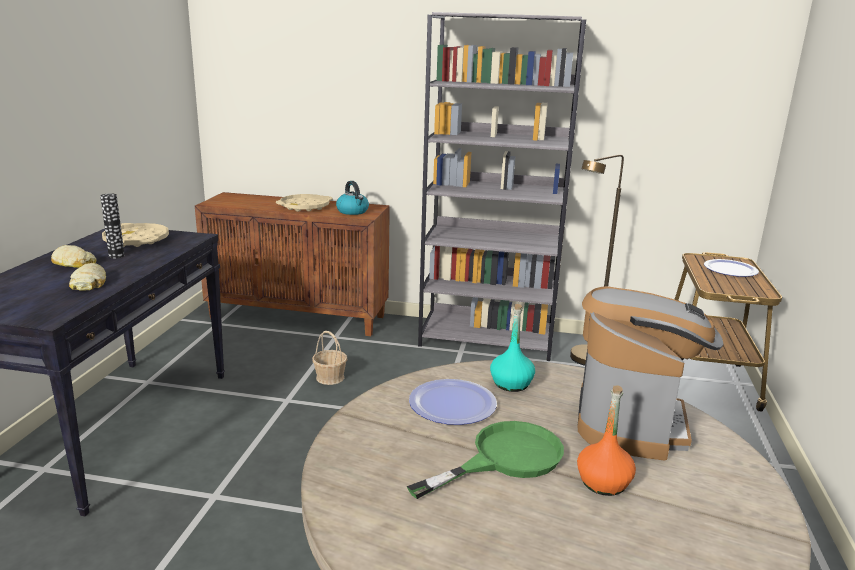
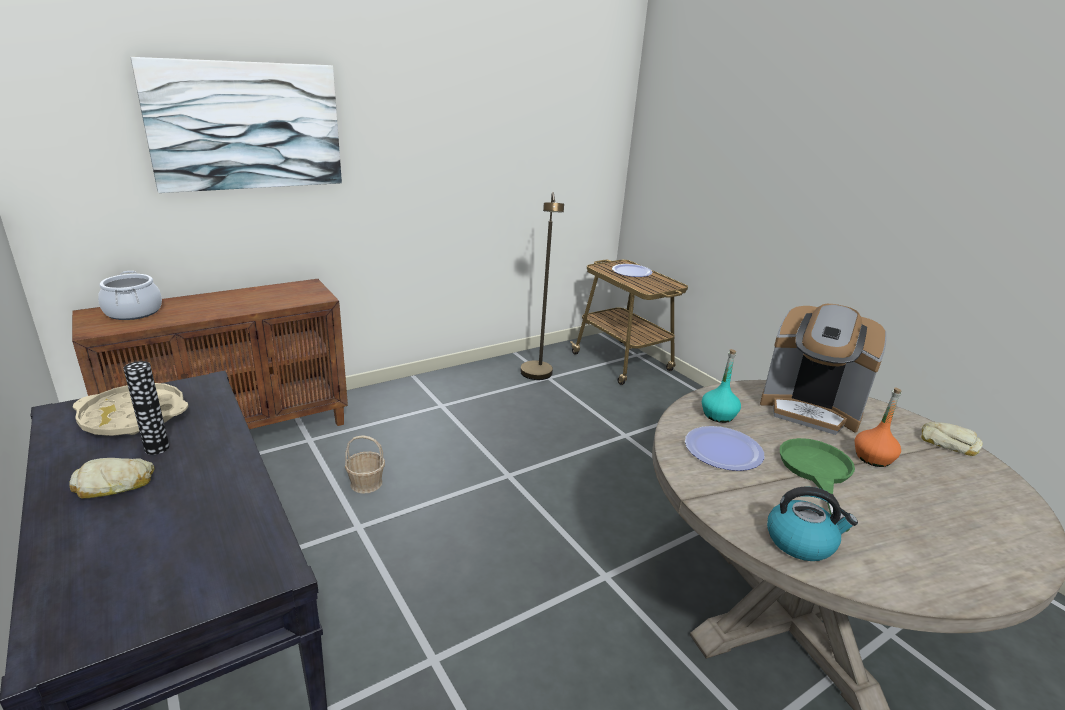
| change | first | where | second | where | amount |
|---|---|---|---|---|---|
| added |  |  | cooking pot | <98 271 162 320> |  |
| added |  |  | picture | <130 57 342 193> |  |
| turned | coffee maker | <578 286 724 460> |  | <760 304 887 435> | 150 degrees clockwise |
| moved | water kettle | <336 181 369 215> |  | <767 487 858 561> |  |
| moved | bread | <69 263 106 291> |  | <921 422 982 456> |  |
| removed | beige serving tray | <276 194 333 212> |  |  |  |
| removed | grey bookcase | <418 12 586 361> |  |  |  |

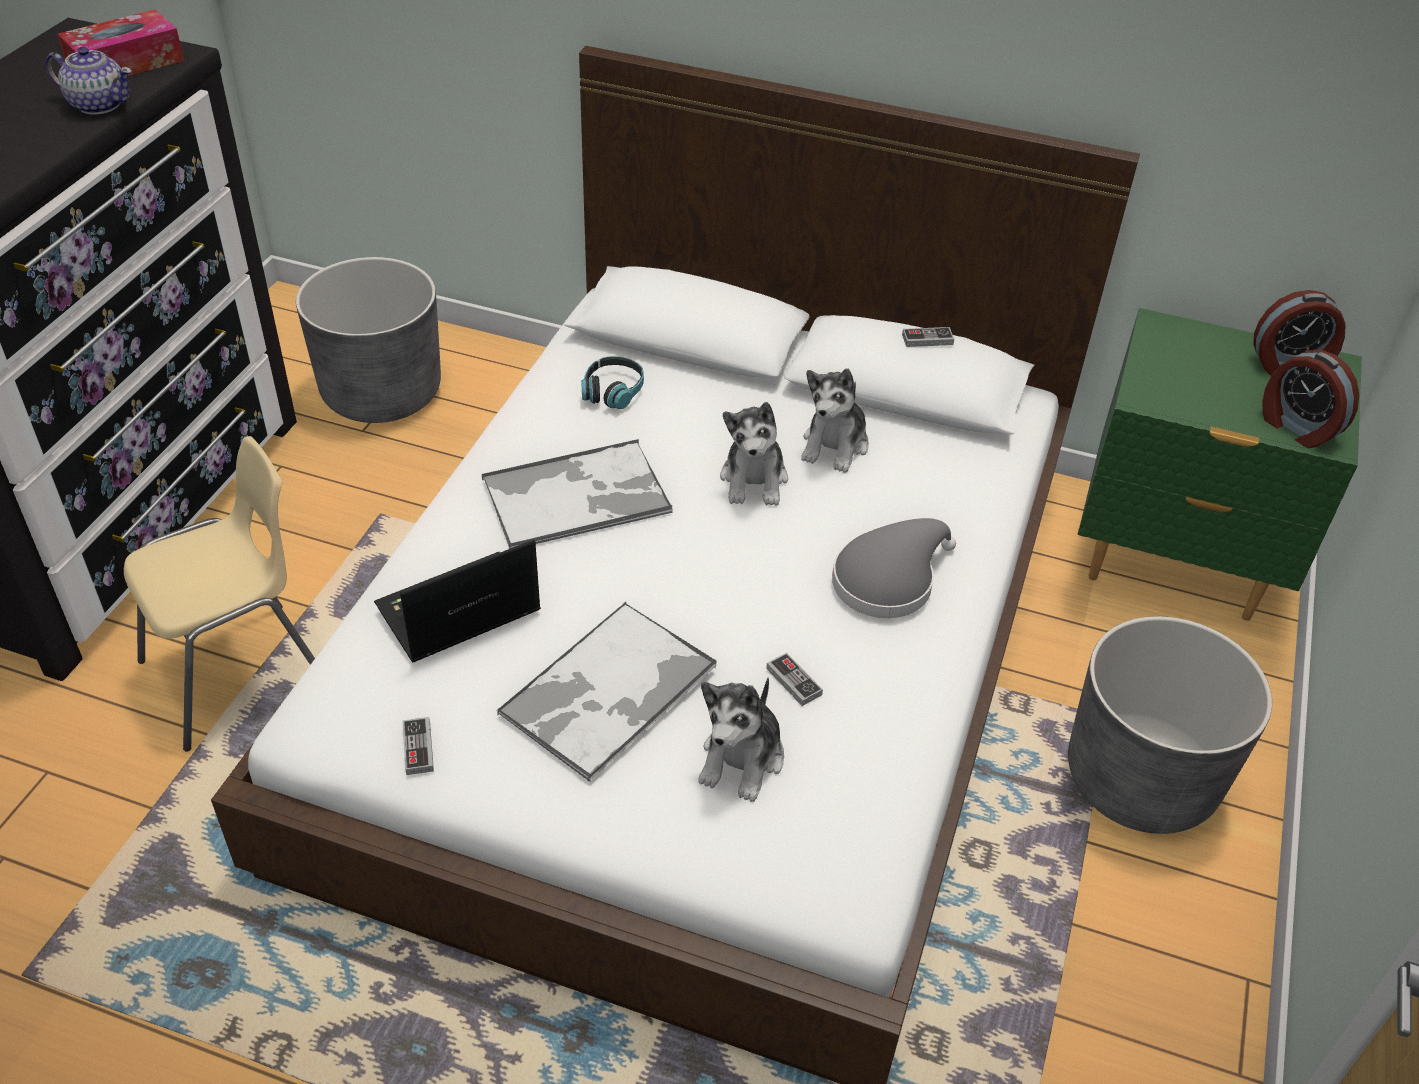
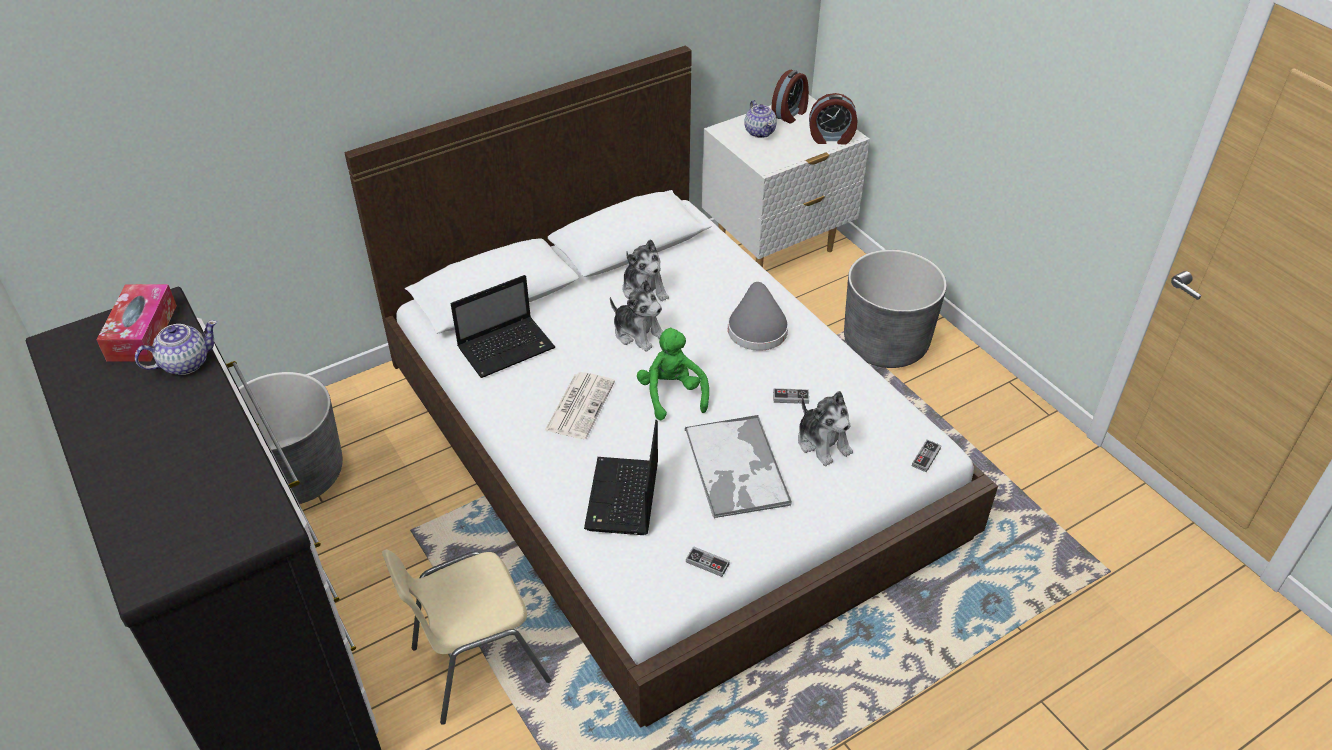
| change | first | where | second | where | amount |
|---|---|---|---|---|---|
| turned | beige plain chair | <124 436 315 752> |  | <382 549 551 725> | 120 degrees counterclockwise |
| replaced | pair of headphones | <581 356 644 409> | notebook computer | <451 275 555 378> |  |
| replaced | serving tray | <482 439 672 549> | daily paper | <544 372 615 439> |  |
| added |  |  | greenish plush toy | <637 327 709 420> |  |
| recoloured | greenish night table | <1078 308 1362 621> | whitish night table | <702 95 870 267> |  |
| added |  |  | teapot | <744 100 777 138> |  |
| moved | gamepad | <902 327 954 347> |  | <912 440 942 473> |  |

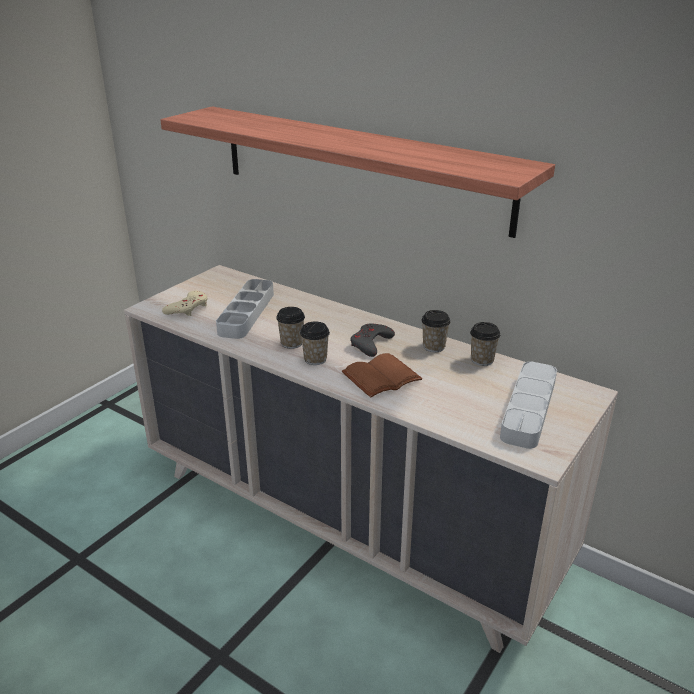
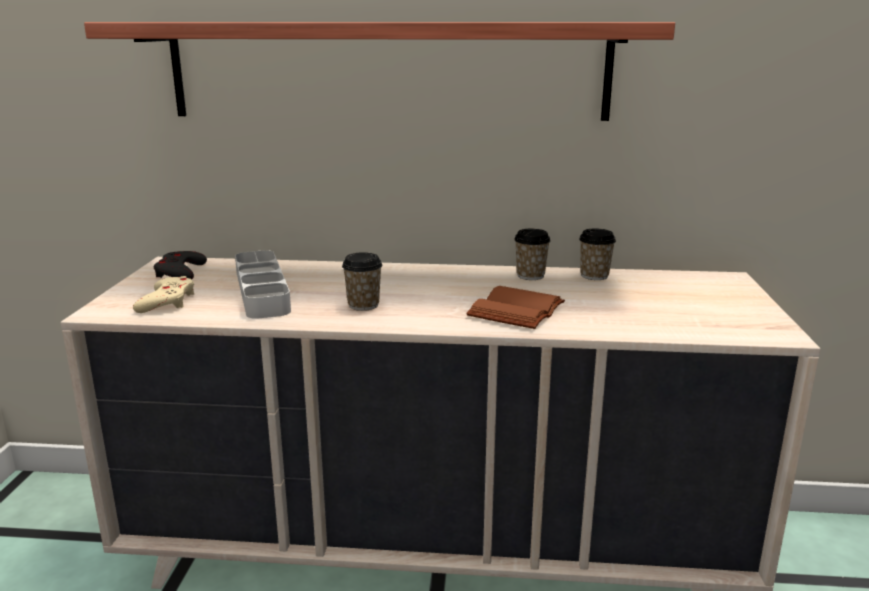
| change | first | where | second | where | amount |
|---|---|---|---|---|---|
| moved | grey gamepad | <350 324 395 357> |  | <154 251 207 279> |  |
| removed | cup | <300 321 330 365> |  |  |  |
| removed | grey serving tray | <500 361 557 449> |  |  |  |

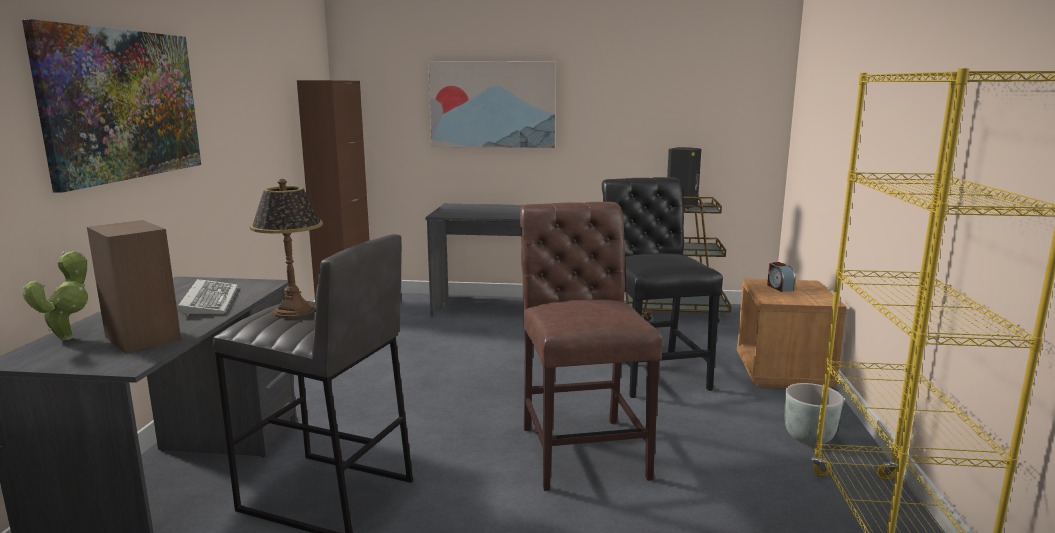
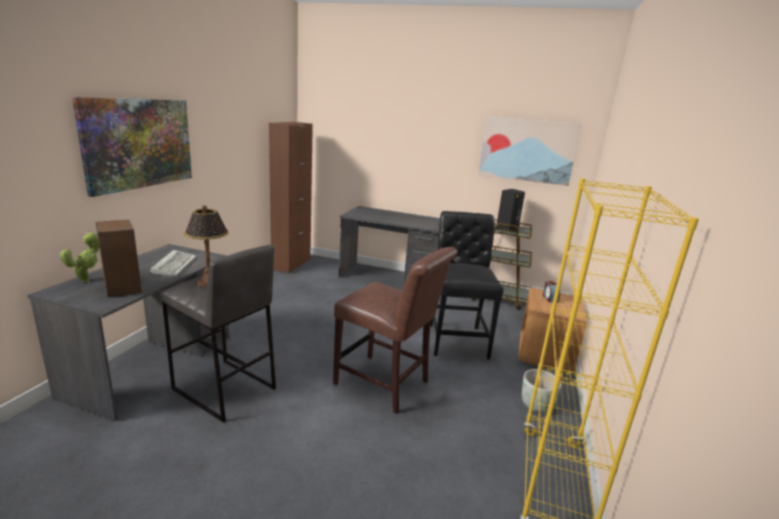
| change | first | where | second | where | amount |
|---|---|---|---|---|---|
| turned | brown-coloured plain chair | <520 202 663 491> |  | <333 247 457 414> | 120 degrees clockwise |
| moved | picture | <428 61 556 148> |  | <478 115 582 186> |  |

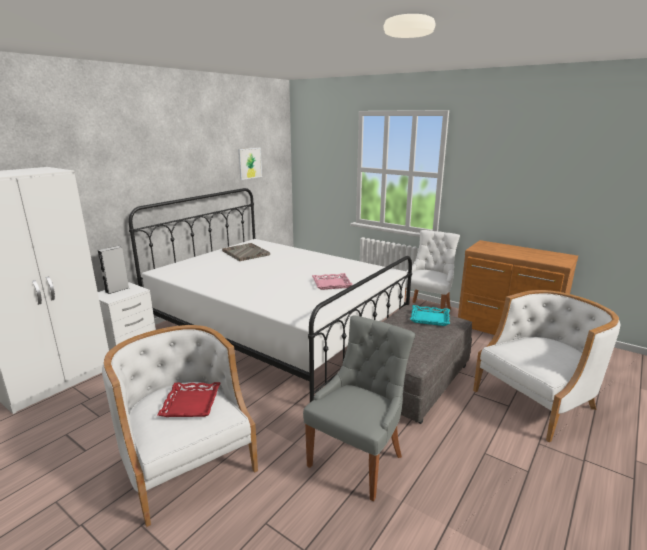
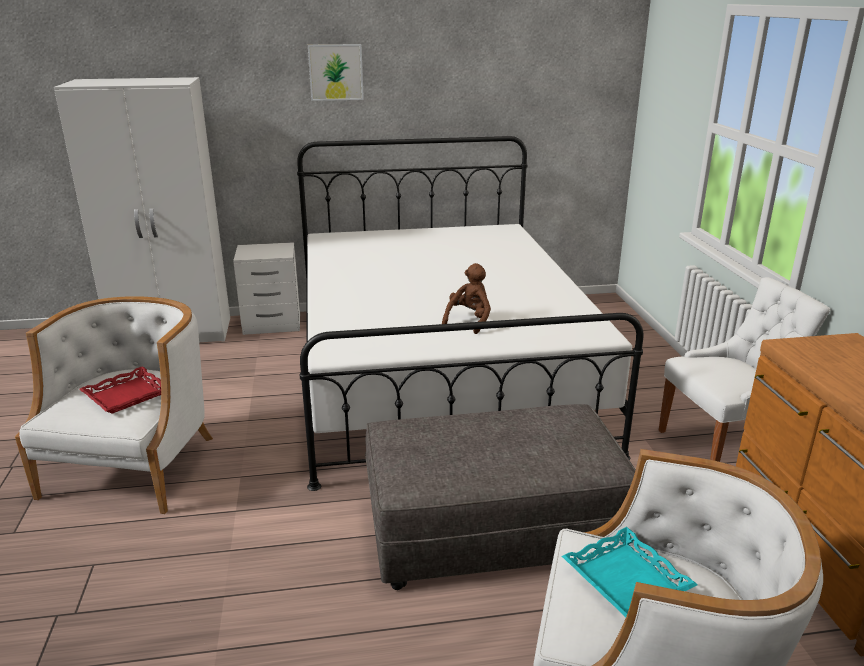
| change | first | where | second | where | amount |
|---|---|---|---|---|---|
| moved | picture | <238 148 262 180> |  | <308 44 364 101> |  |
| replaced | pink-coloured serving tray | <312 273 353 290> | brown-coloured plush toy | <442 263 491 334> |  |
| moved | turquoise serving tray | <410 305 450 326> |  | <562 527 698 617> |  |
| removed | grey speaker | <98 246 129 294> |  |  |  |
| removed | grey serving tray | <222 243 270 261> |  |  |  |
| removed | grey plain chair | <303 315 415 501> |  |  |  |

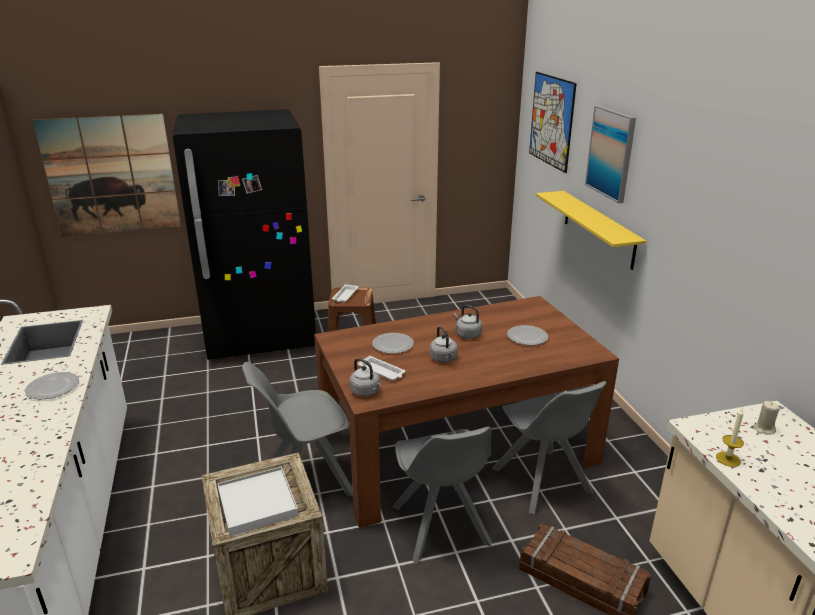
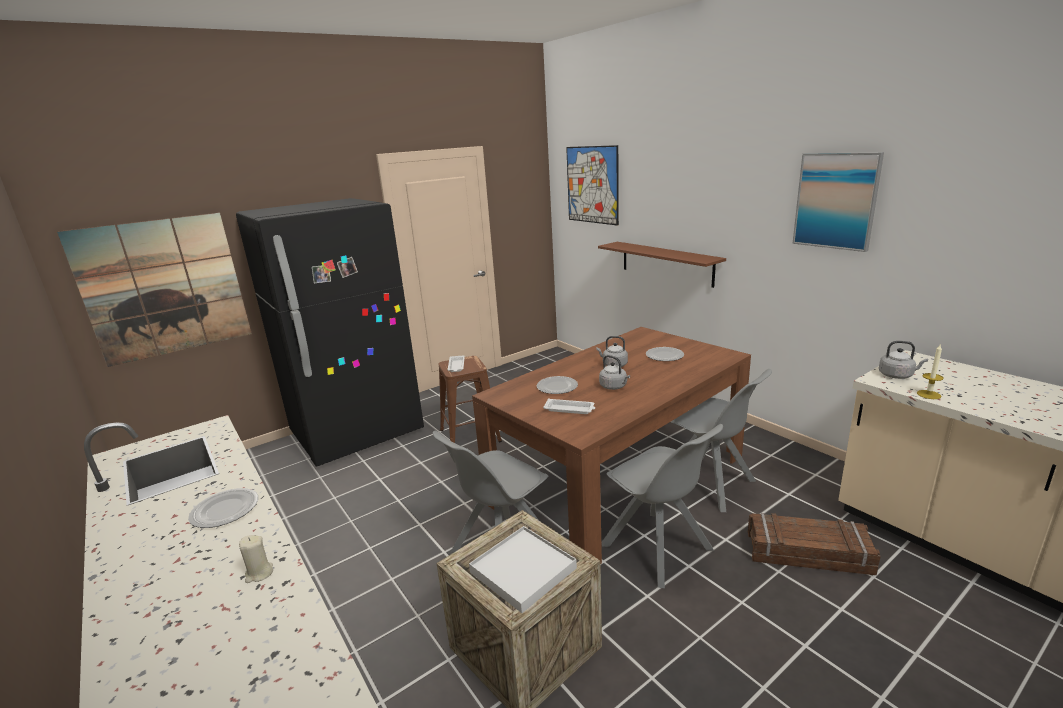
| change | first | where | second | where | amount |
|---|---|---|---|---|---|
| moved | beige wax light | <753 401 780 435> |  | <239 535 273 583> |  |
| recoloured | yellow wall shelf | <536 191 646 270> | brown-coloured wall shelf | <598 242 726 288> |  |
| moved | picture | <585 106 636 203> |  | <792 152 884 252> |  |
| moved | grey water kettle | <350 358 382 397> |  | <879 341 928 379> |  |

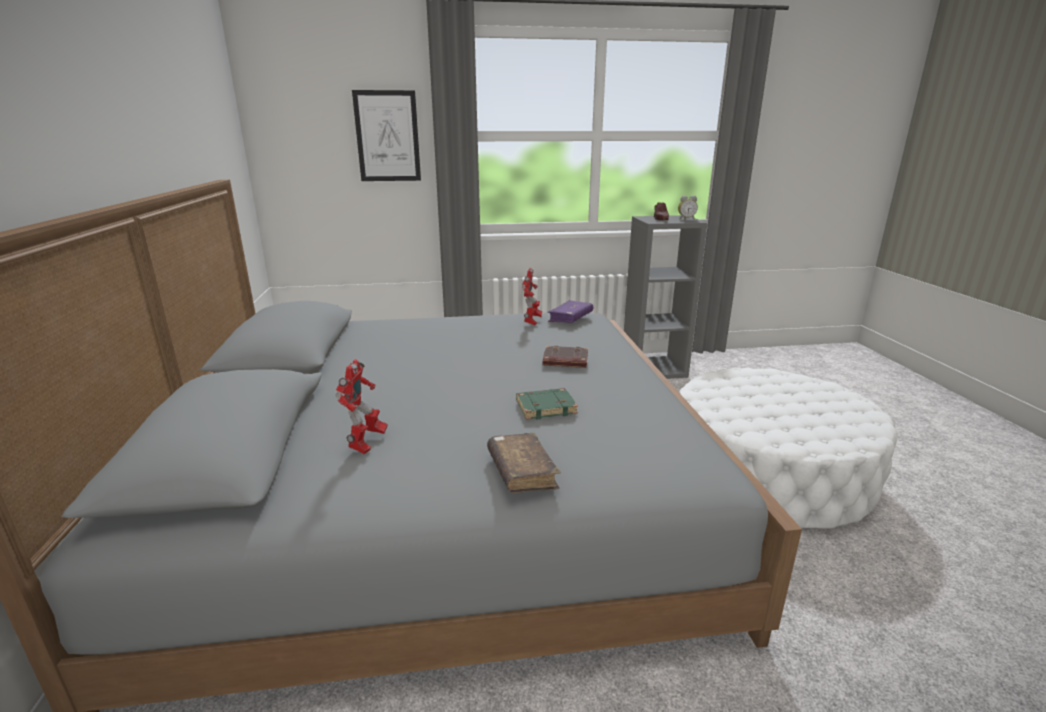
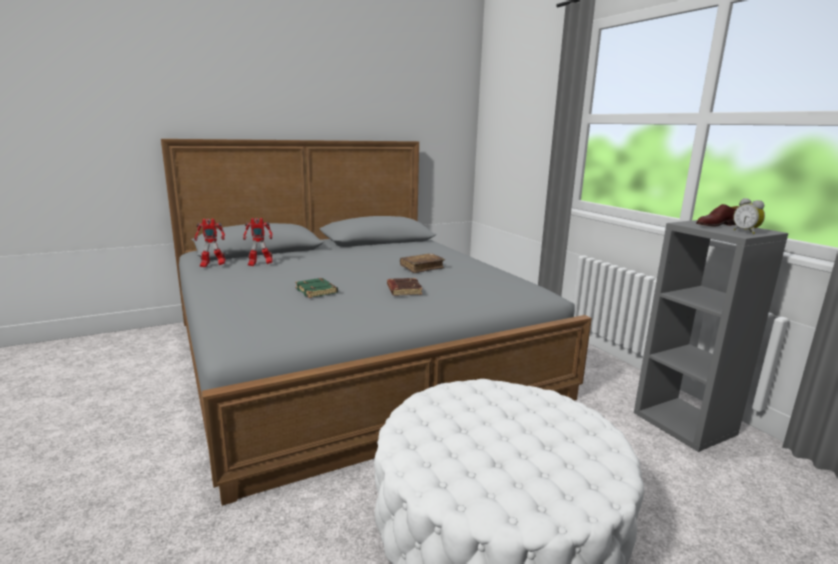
| change | first | where | second | where | amount |
|---|---|---|---|---|---|
| moved | toy robot | <522 268 542 325> |  | <194 219 225 268> |  |
| moved | brown-coloured book | <487 433 561 493> |  | <400 253 445 273> |  |
| removed | picture | <352 90 421 181> |  |  |  |
| removed | purplish book | <547 300 593 323> |  |  |  |

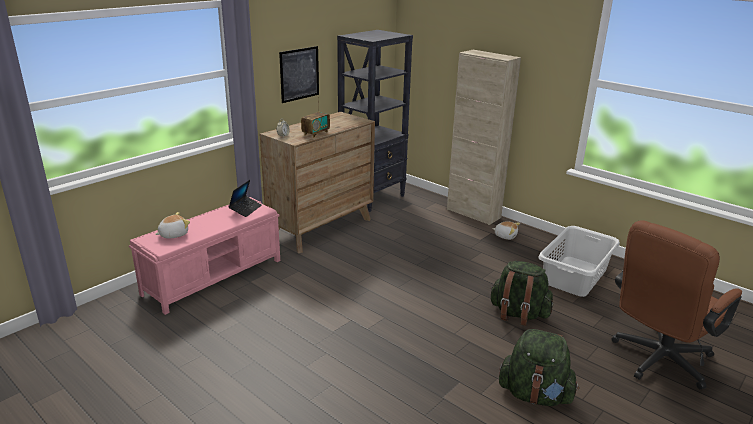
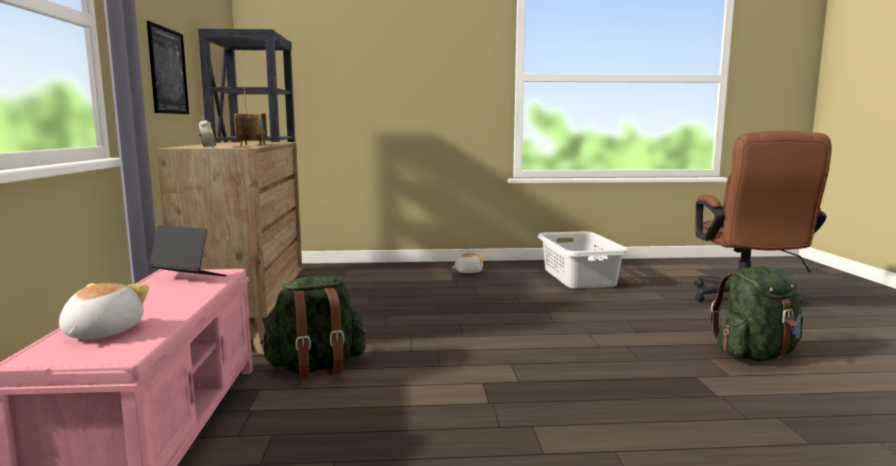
| change | first | where | second | where | amount |
|---|---|---|---|---|---|
| turned | notebook computer | <228 180 262 217> |  | <149 225 227 277> | 45 degrees counterclockwise |
| moved | greenish rucksack | <490 261 553 326> |  | <260 276 366 381> |  |
| removed | beige cabinet | <447 50 521 225> |  |  |  |

